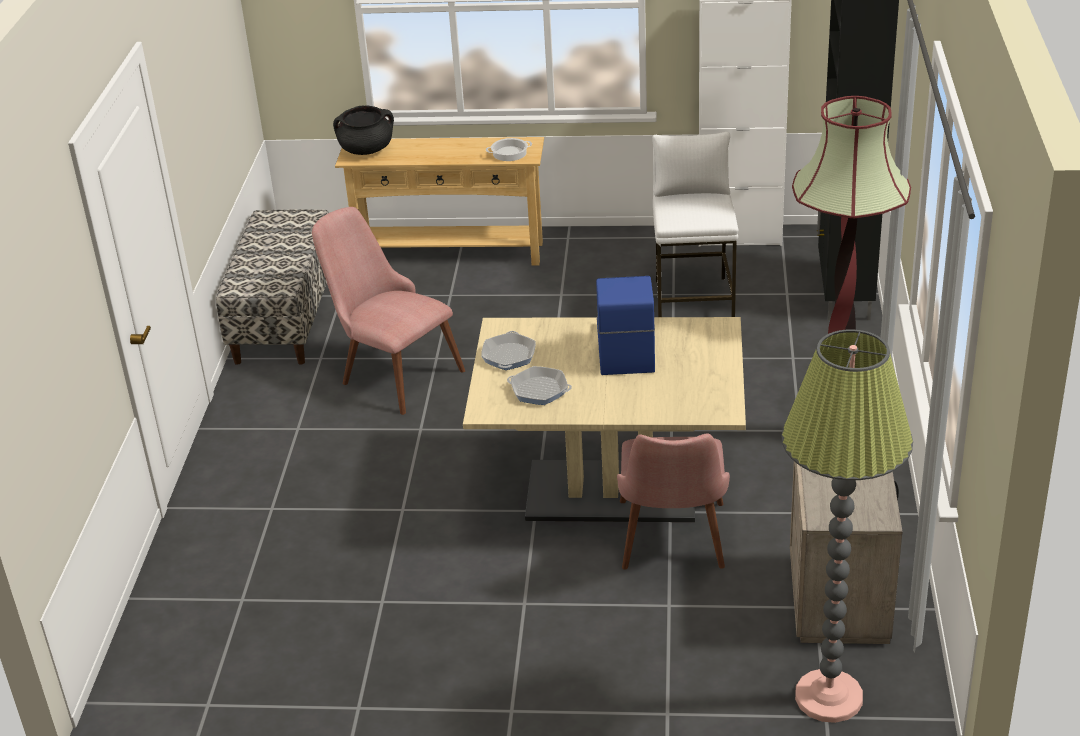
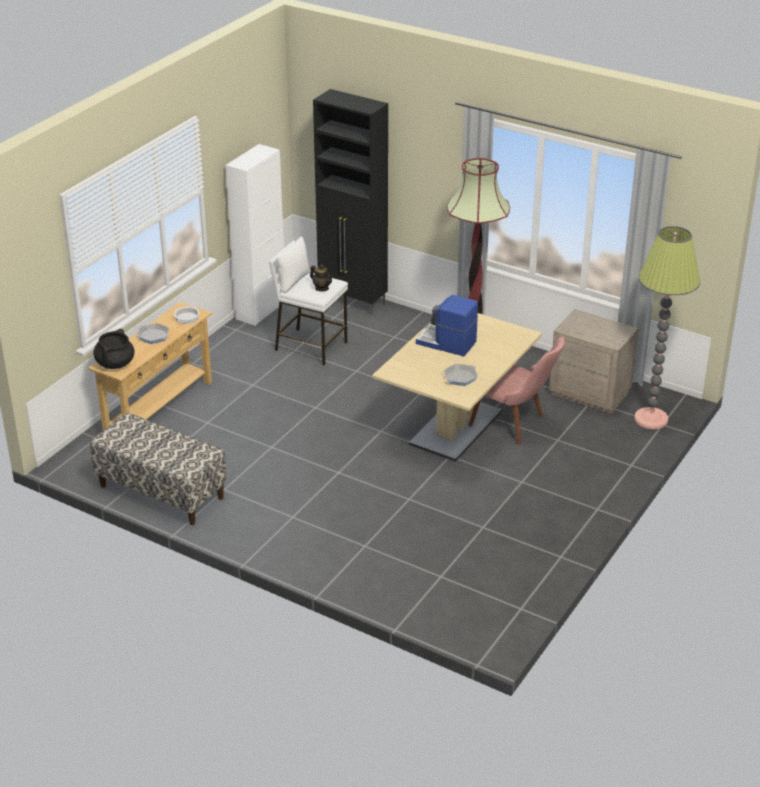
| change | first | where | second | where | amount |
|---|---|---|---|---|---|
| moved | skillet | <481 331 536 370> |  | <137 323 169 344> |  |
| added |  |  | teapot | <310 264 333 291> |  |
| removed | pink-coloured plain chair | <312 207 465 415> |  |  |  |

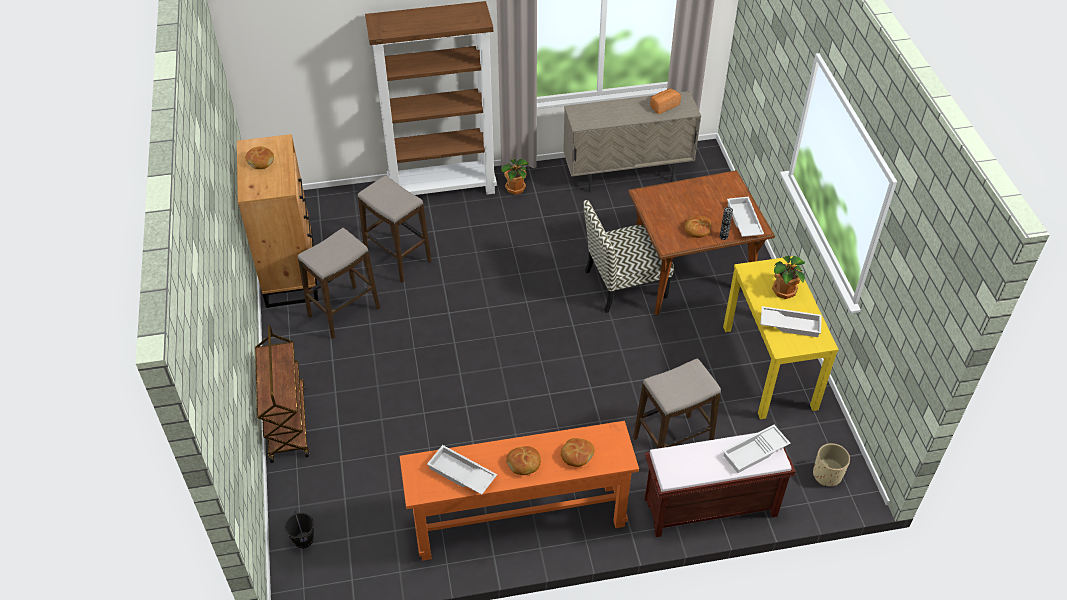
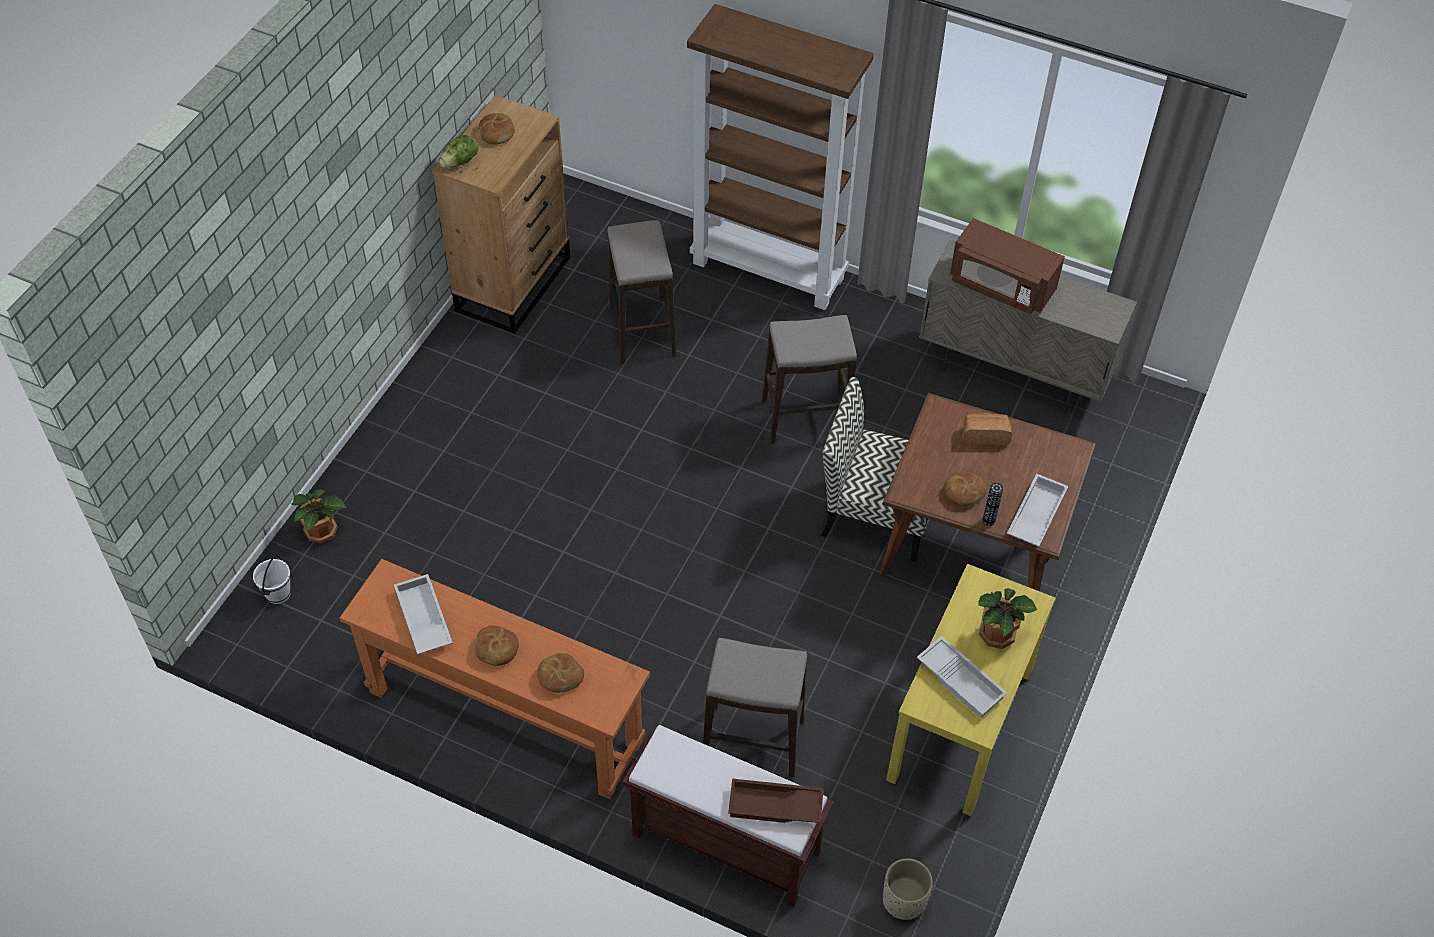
| change | first | where | second | where | amount |
|---|---|---|---|---|---|
| recoloured | black-coloured pail | <285 510 314 548> | whitish pail | <253 555 291 604> |  |
| moved | plant in a pot | <502 159 529 195> |  | <291 489 346 544> |  |
| added |  |  | lettuce | <439 135 479 168> |  |
| recoloured | whitish serving tray | <723 425 790 473> | brown-coloured serving tray | <728 779 824 823> |  |
| moved | stool seat | <298 228 380 339> |  | <762 315 857 444> |  |
| added |  |  | brown-coloured microwave | <950 218 1065 314> |  |
| moved | bread | <650 88 681 114> |  | <963 413 1012 445> |  |
| removed | brown-coloured trolley | <255 325 309 463> |  |  |  |

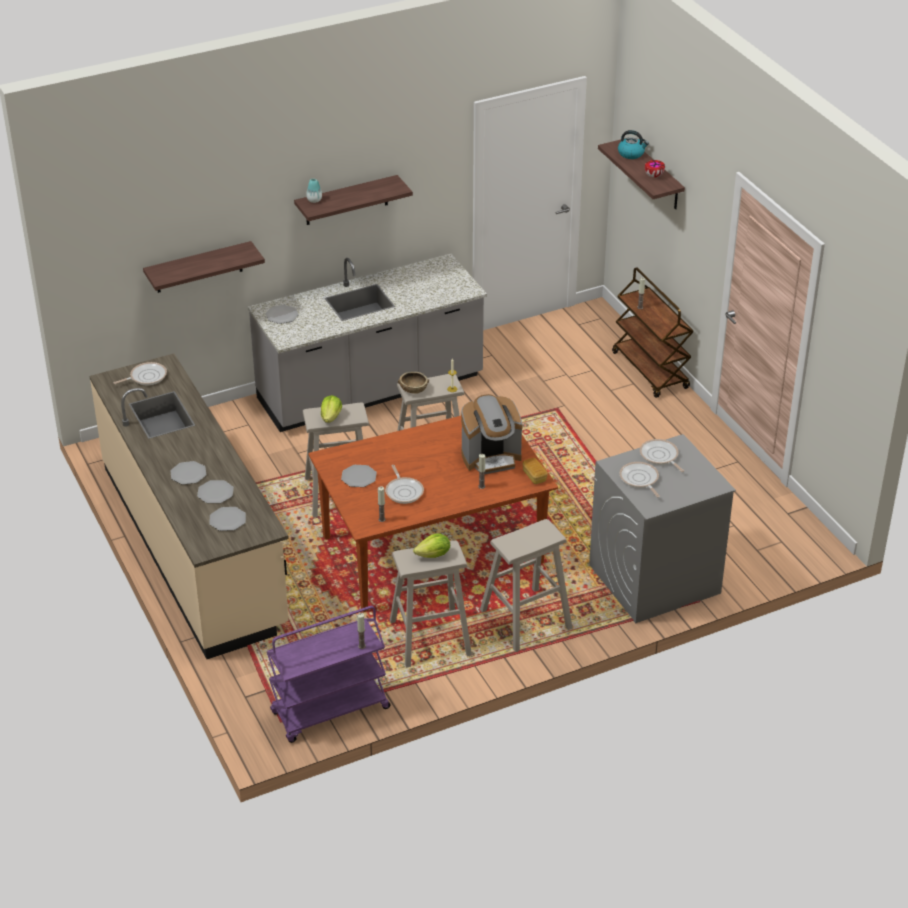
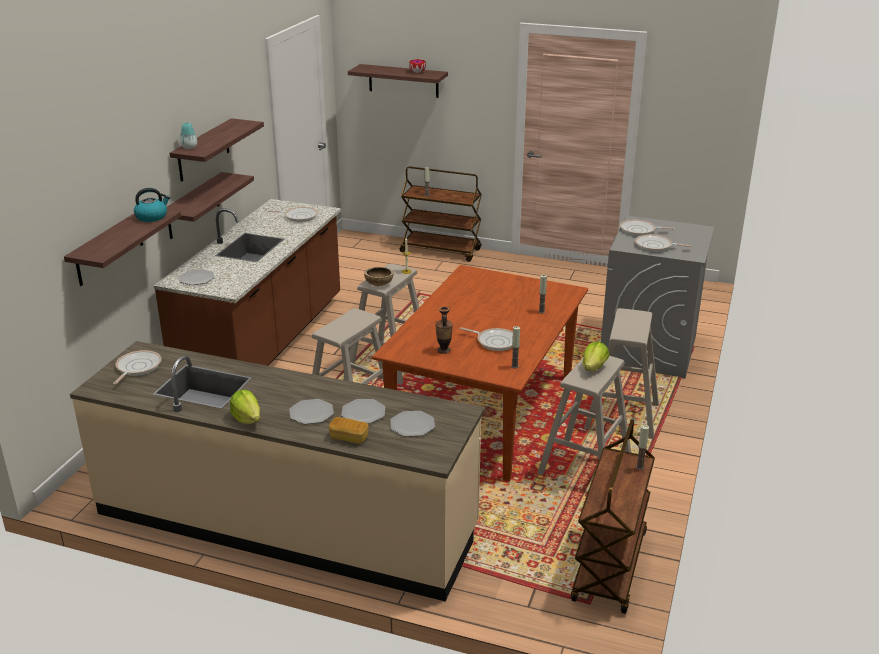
| change | first | where | second | where | amount |
|---|---|---|---|---|---|
| moved | water kettle | <618 130 649 159> |  | <134 188 170 222> |  |
| recoloured | grey counter | <248 254 487 432> | brown-coloured counter | <154 199 341 366> |  |
| added |  |  | wall shelf | <167 172 254 239> |  |
| moved | lettuce | <321 395 342 423> |  | <230 389 260 424> |  |
| added |  |  | skillet | <268 207 318 222> |  |
| moved | bread | <523 458 548 484> |  | <329 417 369 444> |  |
| replaced | flat dish | <341 465 377 487> | flower vase | <435 306 453 354> |  |
| recoloured | purplish trolley | <267 606 390 743> | brown-coloured trolley | <571 419 655 614> |  |
| removed | coffee maker | <461 394 523 474> |  |  |  |

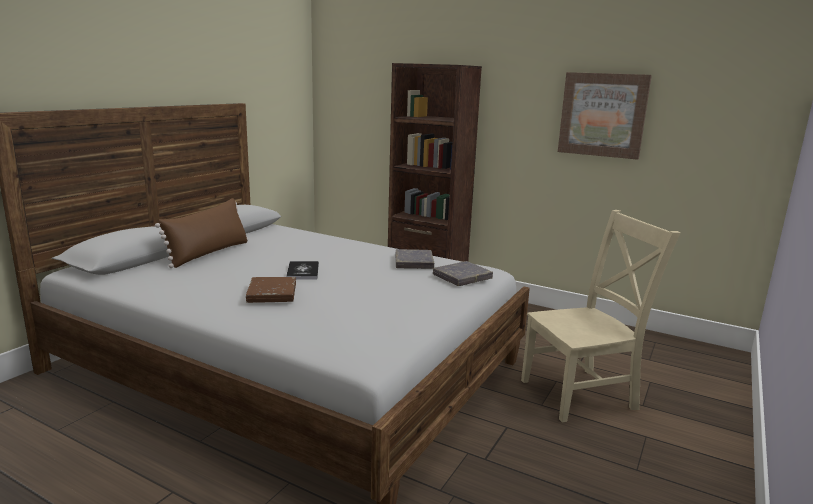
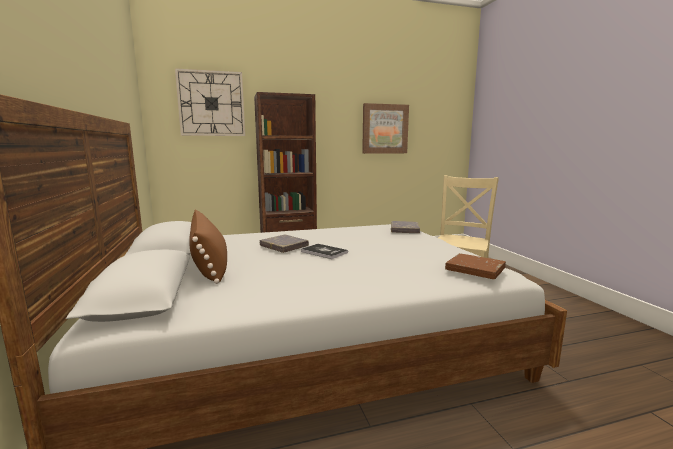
| change | first | where | second | where | amount |
|---|---|---|---|---|---|
| added |  |  | clock on the wall | <175 68 245 136> |  |
| moved | grey book | <395 249 434 269> |  | <260 235 309 253> |  |
| moved | brown-coloured book | <246 277 296 303> |  | <445 253 506 279> |  |

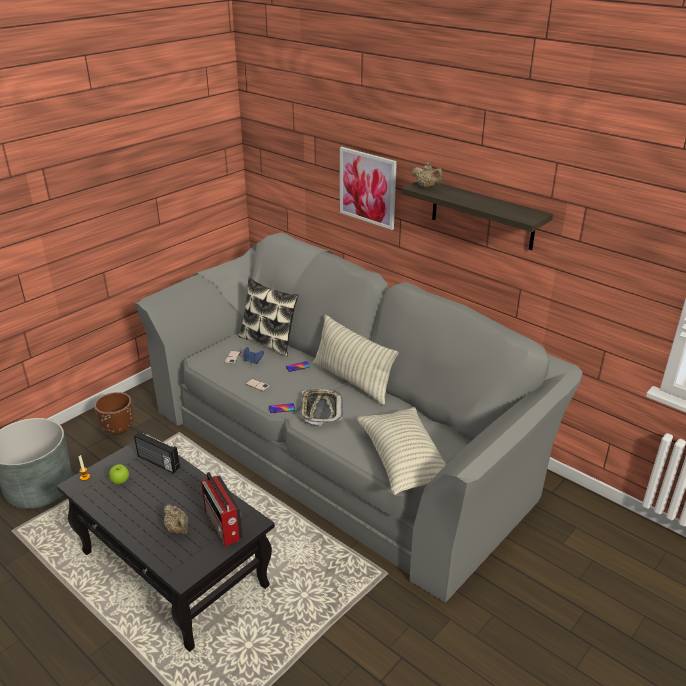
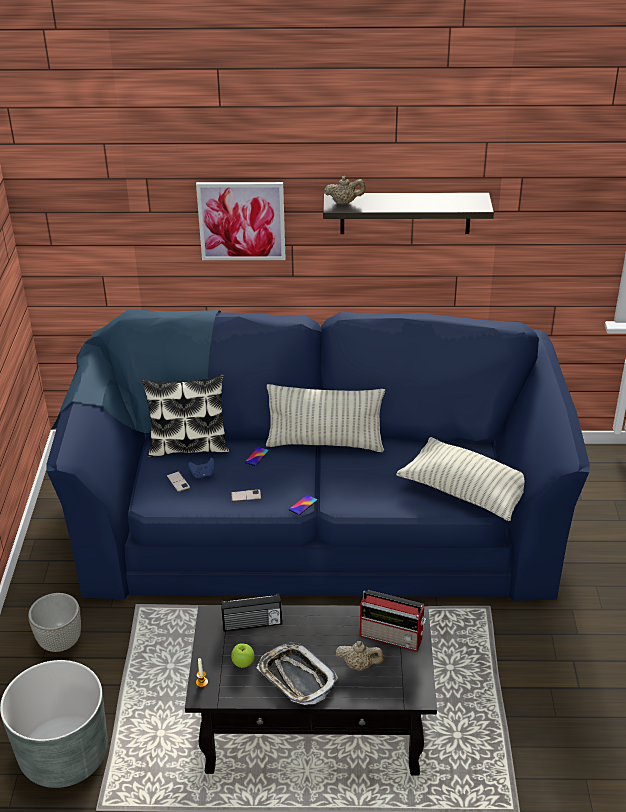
| change | first | where | second | where | amount |
|---|---|---|---|---|---|
| recoloured | brown-coloured flower pot | <94 392 134 435> | grey flower pot | <28 593 81 652> |  |
| recoloured | grey sofa | <135 232 583 603> | blue sofa | <47 309 590 601> |  |
| moved | serving tray | <301 389 343 425> |  | <256 642 338 705> |  |

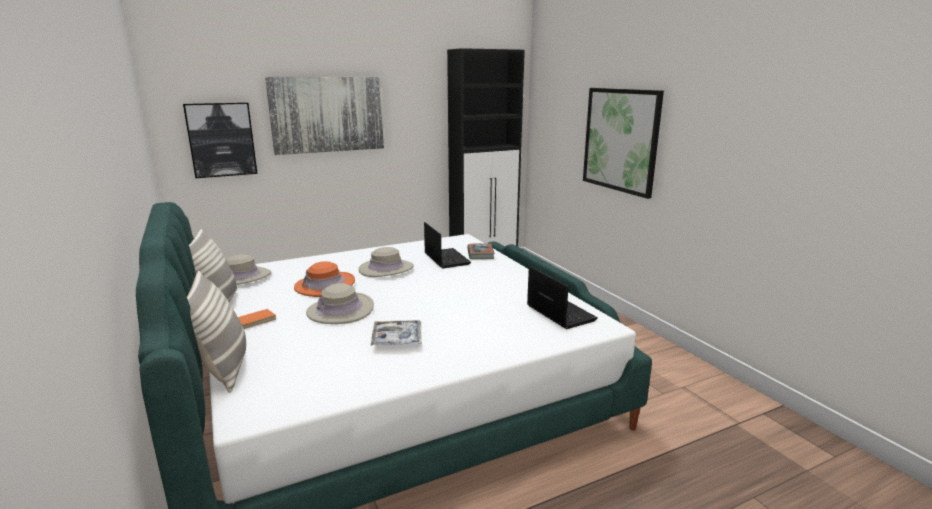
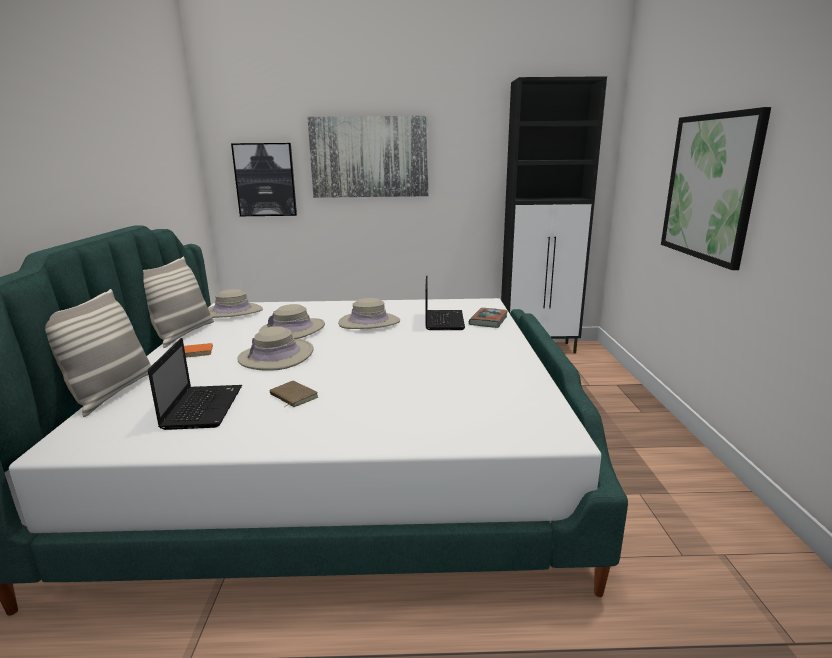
| change | first | where | second | where | amount |
|---|---|---|---|---|---|
| moved | notebook computer | <527 266 598 329> |  | <148 338 242 430> |  |
| recoloured | orange hat | <294 261 355 297> | beige hat | <259 304 325 339> |  |
| replaced | serving tray | <370 320 422 346> | brown-coloured book | <269 381 318 407> |  |

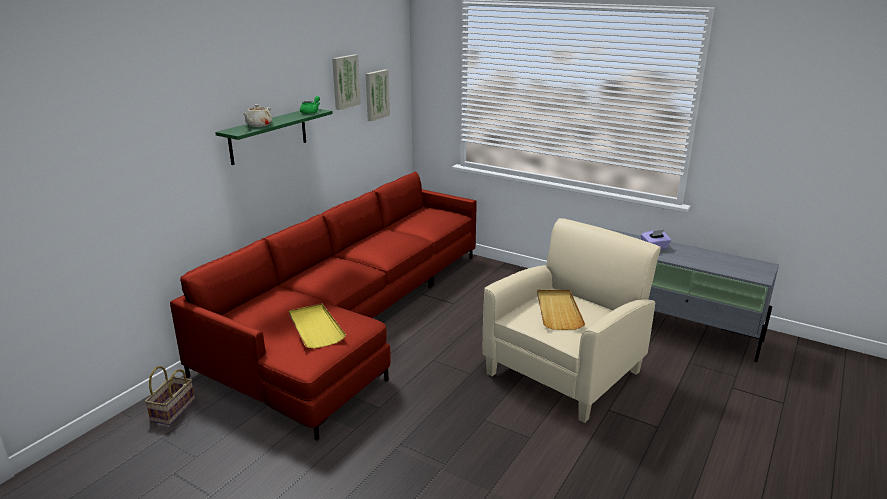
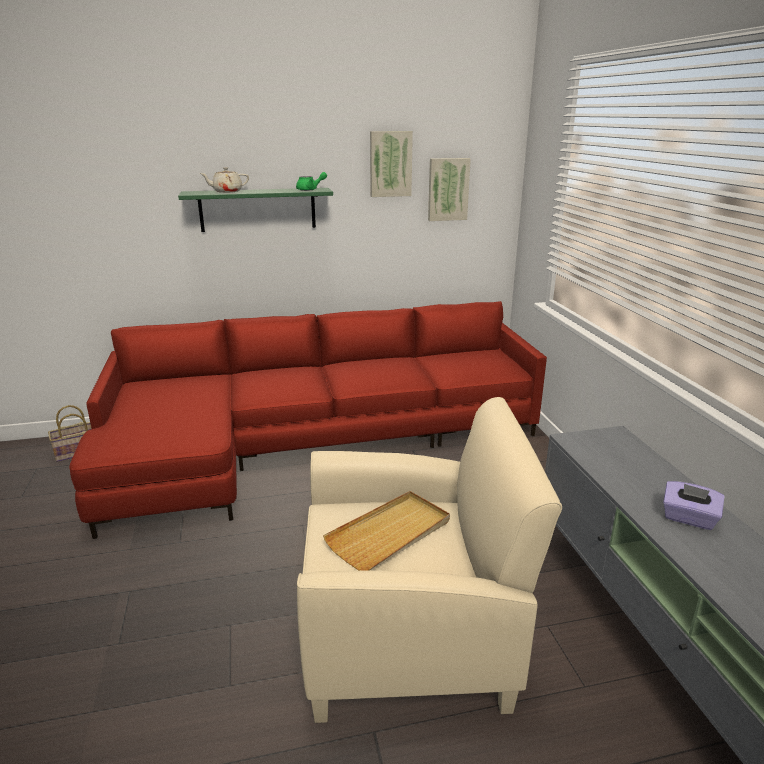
| change | first | where | second | where | amount |
|---|---|---|---|---|---|
| removed | yellow serving tray | <289 303 346 348> |  |  |  |

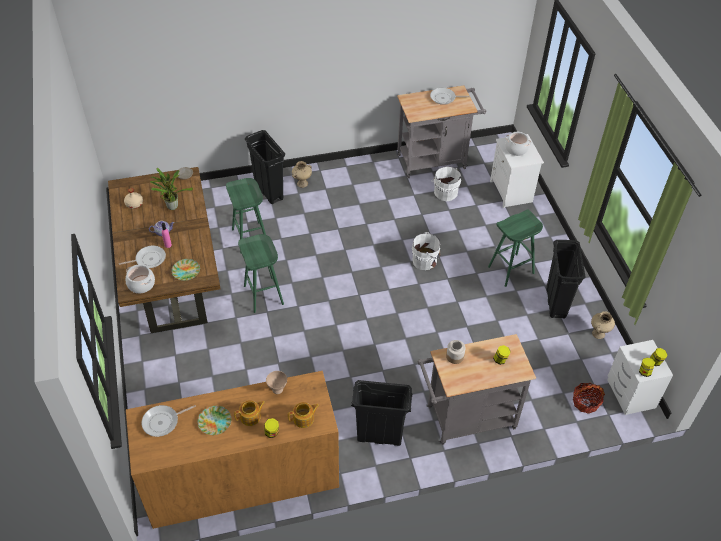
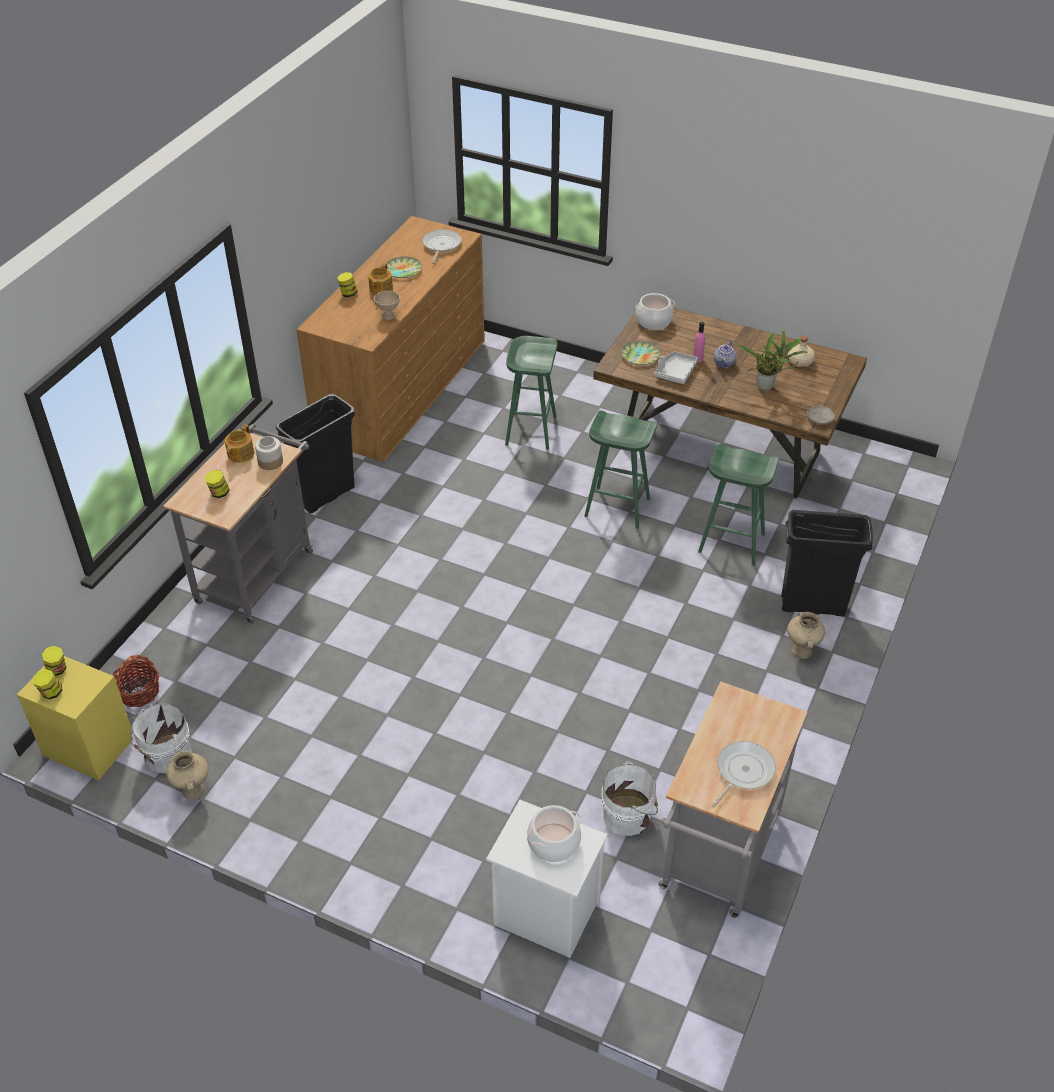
| change | first | where | second | where | amount |
|---|---|---|---|---|---|
| recoloured | whitish night table | <607 340 673 415> | yellow night table | <17 656 133 780> |  |
| moved | whitish pail | <412 232 441 270> |  | <129 703 192 773> |  |
| moved | teapot | <288 402 319 428> |  | <225 425 254 463> |  |
| moved | greenish stool seat | <488 210 543 287> |  | <505 336 558 450> |  |
| added |  |  | grey serving tray | <654 351 698 384> |  |
| removed | skillet | <119 246 166 268> |  |  |  |
| removed | black-coloured trash can | <546 240 585 319> |  |  |  |

